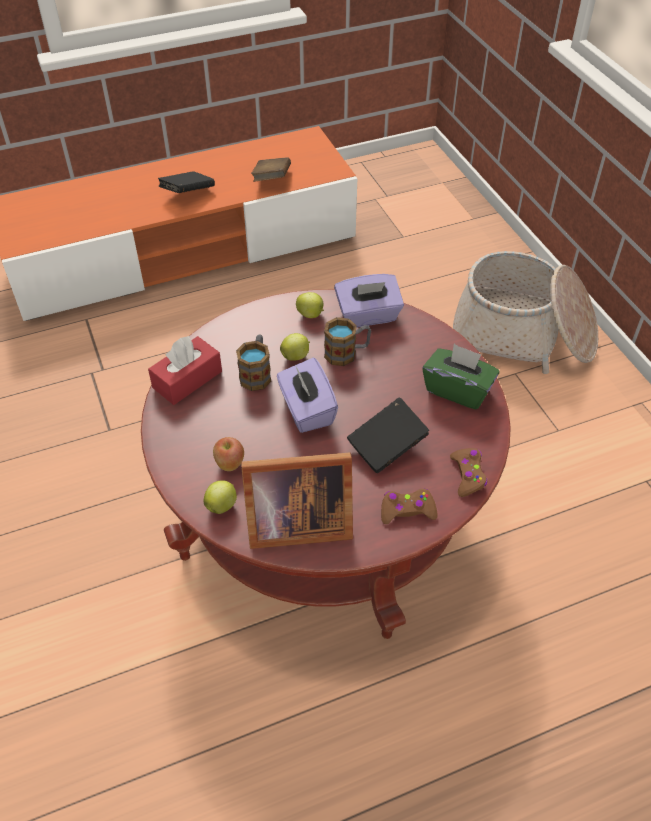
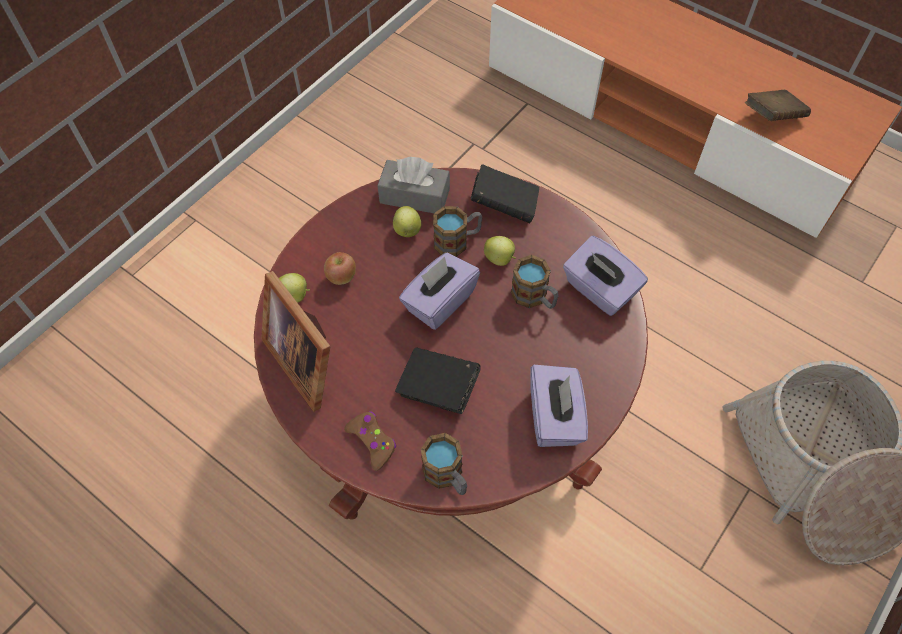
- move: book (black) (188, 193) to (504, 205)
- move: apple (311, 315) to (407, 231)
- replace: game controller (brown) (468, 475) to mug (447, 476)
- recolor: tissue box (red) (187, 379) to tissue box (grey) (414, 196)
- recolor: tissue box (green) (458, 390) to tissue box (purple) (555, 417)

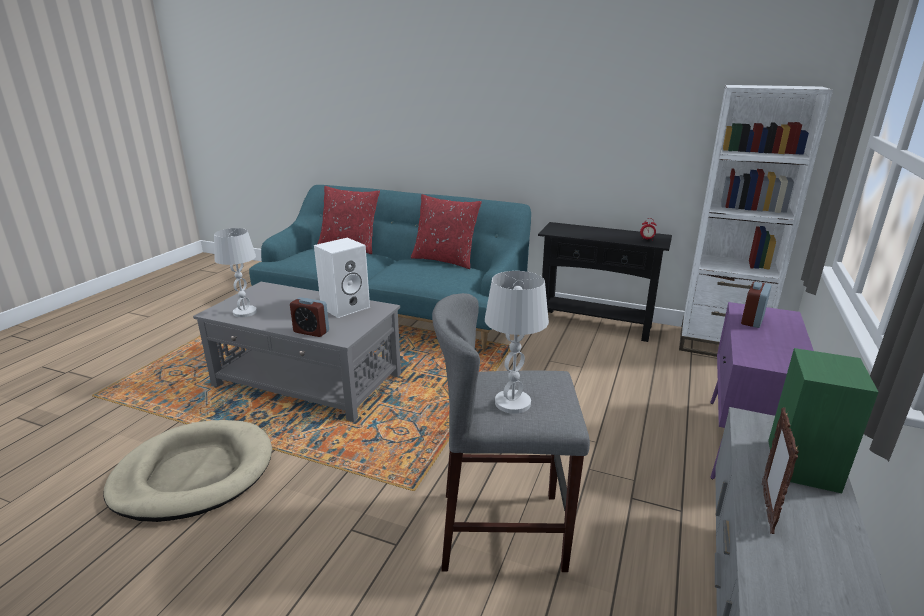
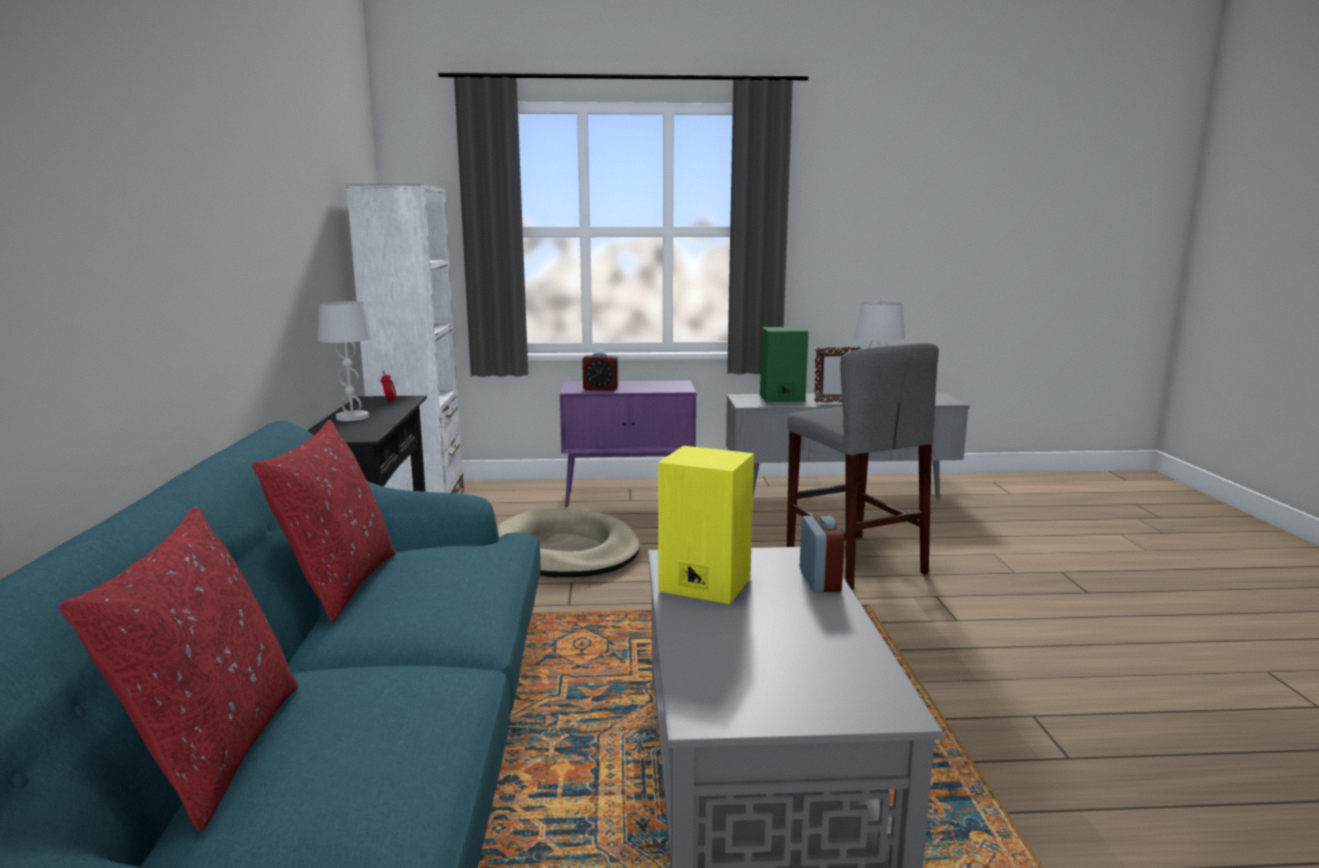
- move: dog bed (beige) (194, 474) to (565, 551)
- move: table lamp (white) (245, 312) to (353, 417)
- recolor: speaker (white) (346, 307) to speaker (yellow) (702, 584)

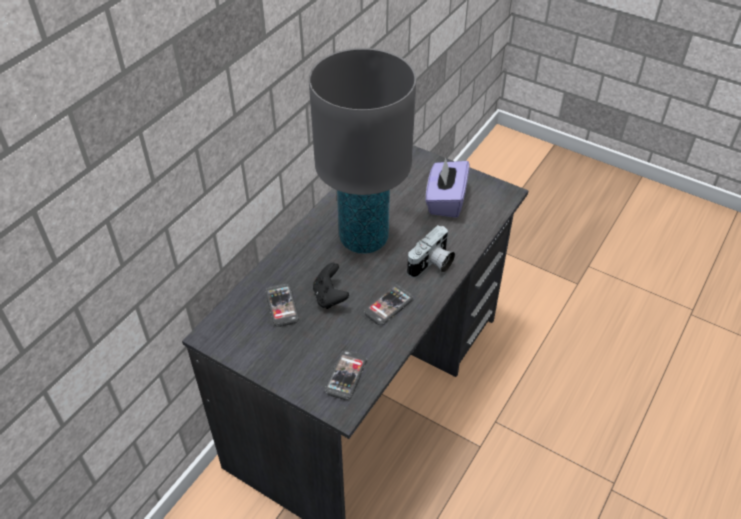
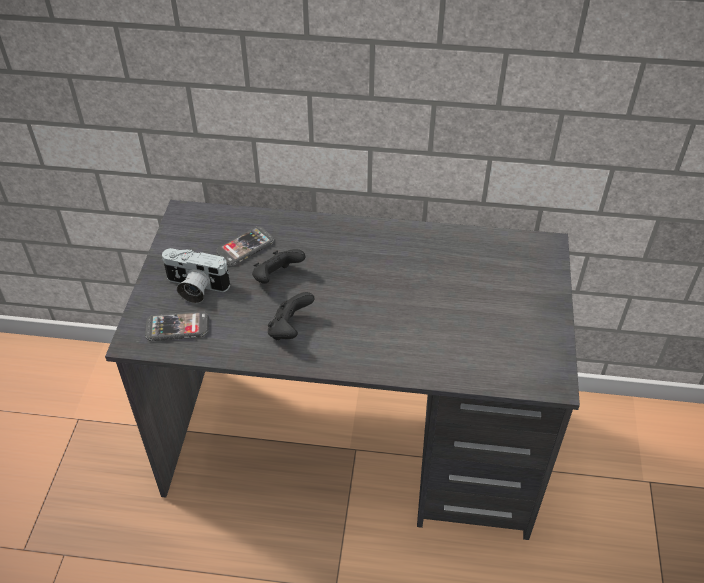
- delete: table lamp (grey) (363, 239)
- delete: tissue box (purple) (445, 201)
- move: photo camera (432, 265) to (195, 288)
- replace: phone (388, 306) to game controller (black) (290, 329)

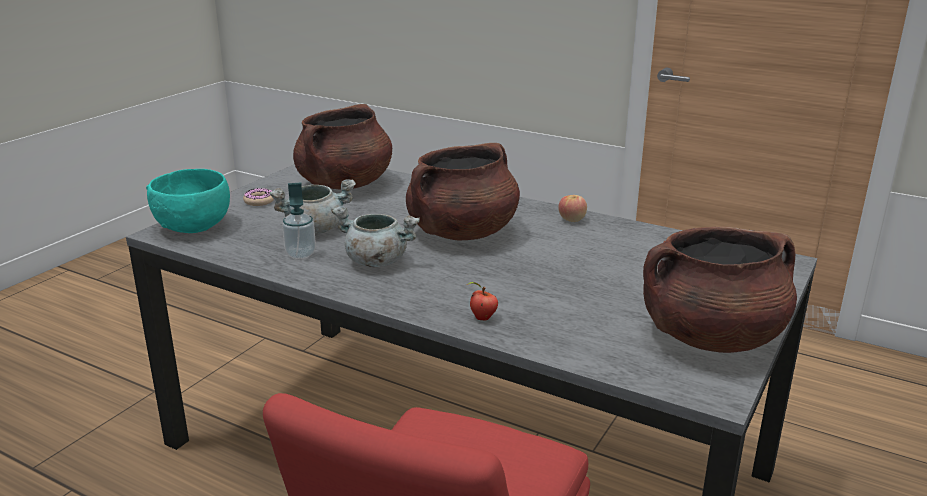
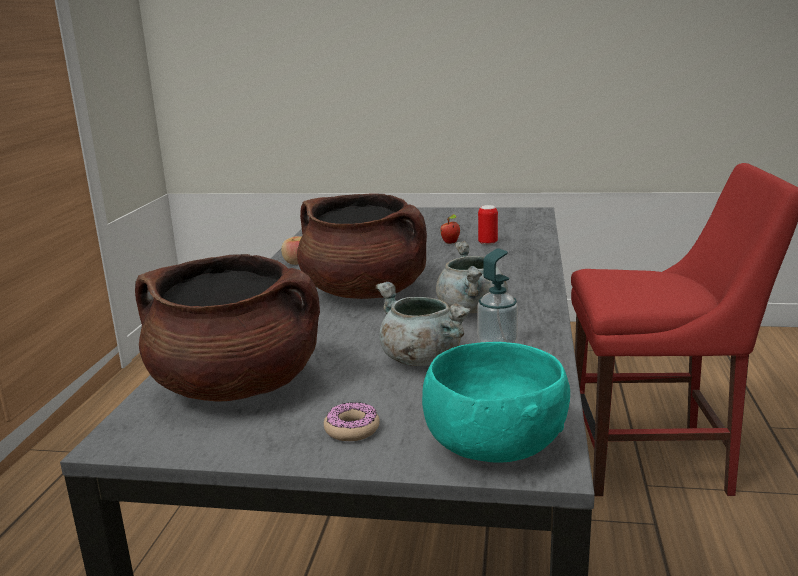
- delete: cooking pot (brown) (710, 337)
- insert: can (487, 243)
- move: apple (482, 318) to (451, 242)

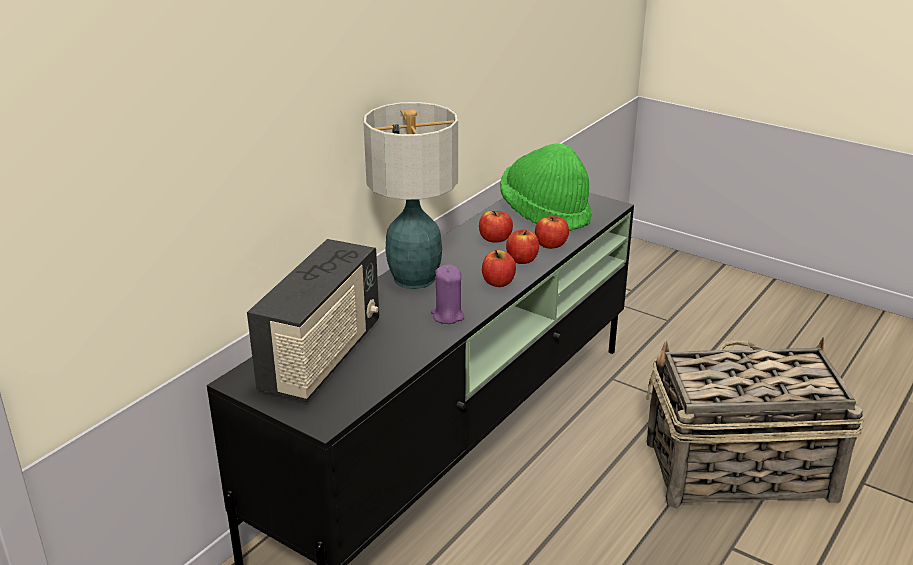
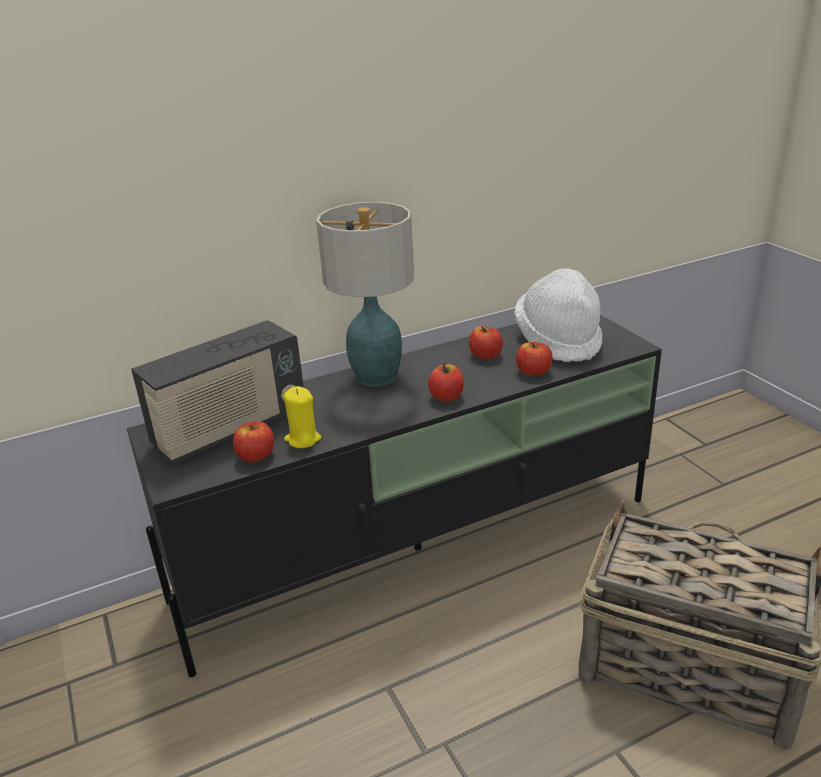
- delete: candle (purple) (447, 316)
- insert: candle (yellow) (303, 439)
- move: apple (522, 260) to (256, 456)
- recolor: hat (green) (545, 213) to hat (white) (558, 341)

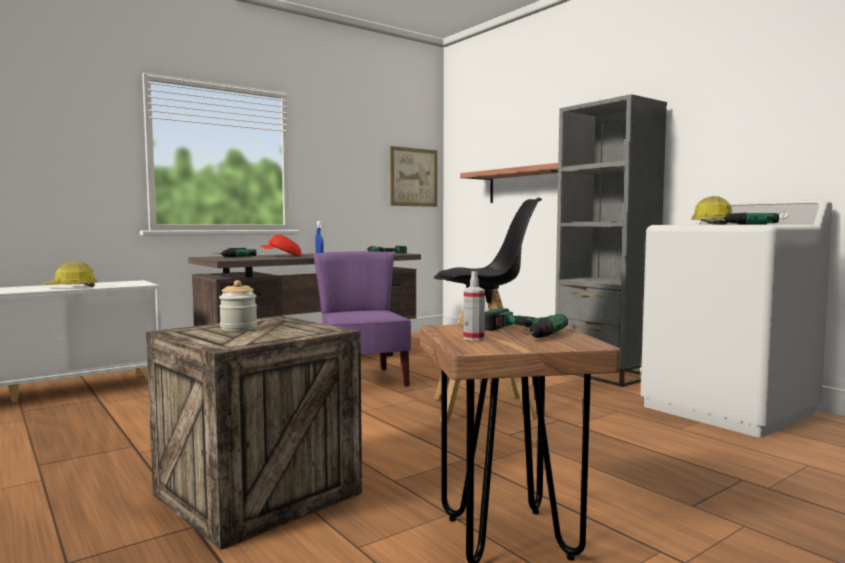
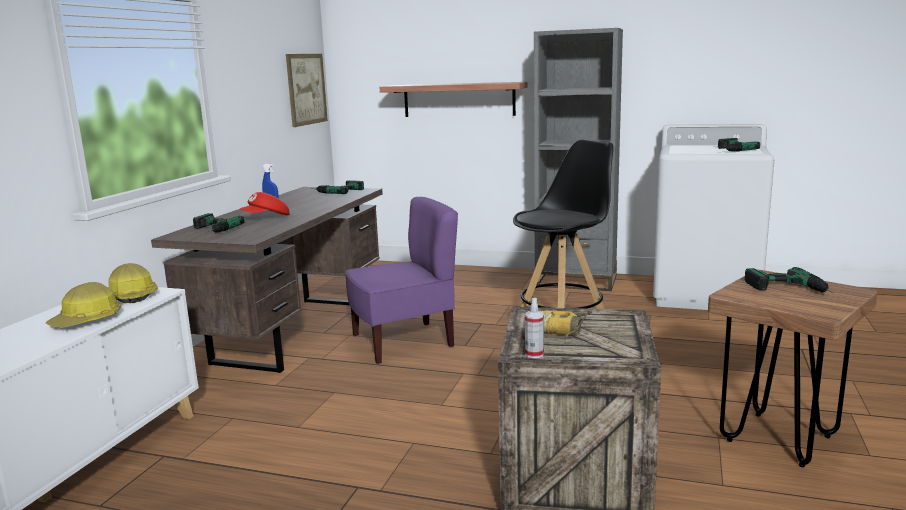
- move: spray bottle (474, 338) to (534, 354)
- move: hard hat (710, 224) to (131, 295)
- replace: jar (238, 328) to power drill (556, 334)
- rotate: chair (purple) (362, 380) = (403, 342) 120 degrees clockwise

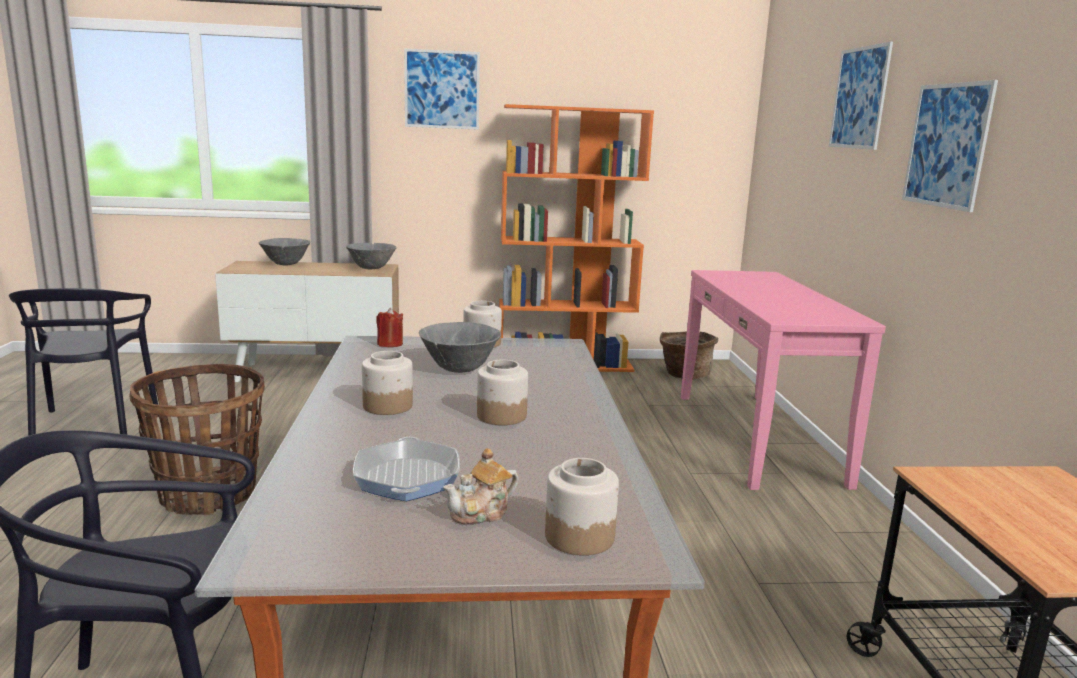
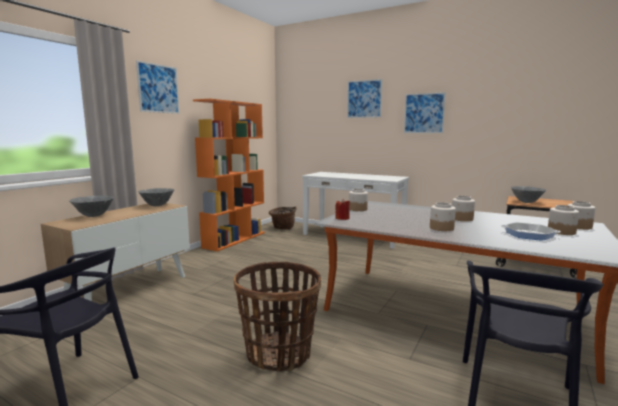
- move: bowl (grey) (459, 370) to (526, 202)
- replace: teapot (481, 513) to jar (561, 232)
- recolor: console table (pink) (757, 437) to console table (white) (353, 236)

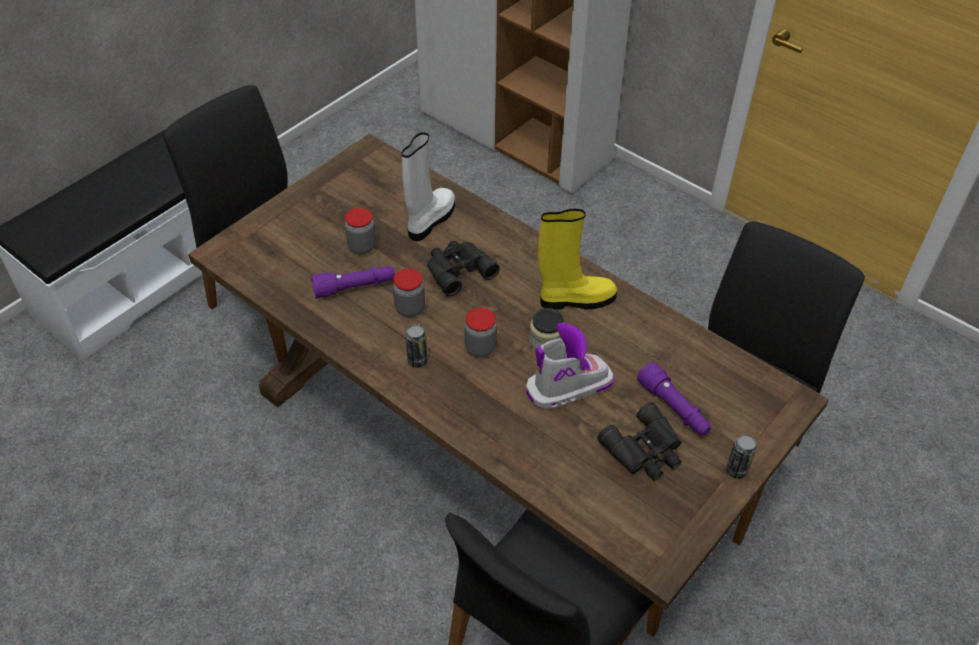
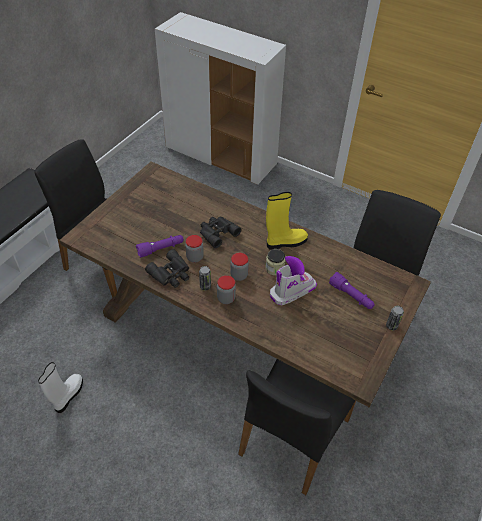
- move: jar (362, 247) to (226, 298)
- move: boot (white) (430, 220) to (68, 395)
- move: binoculars (black) (645, 450) to (171, 274)

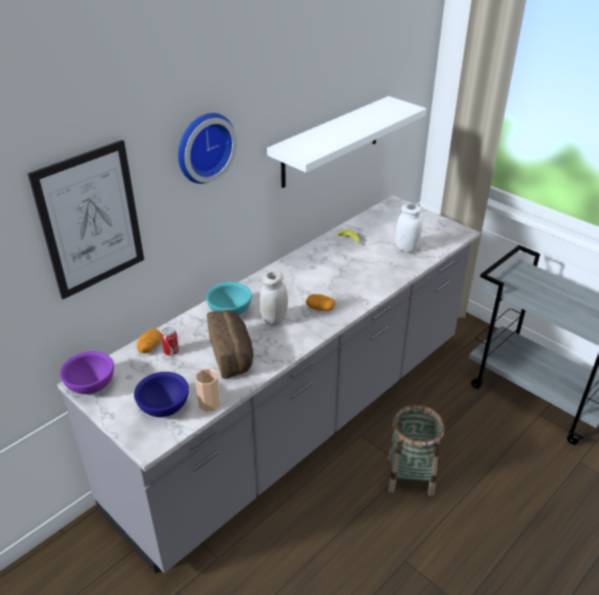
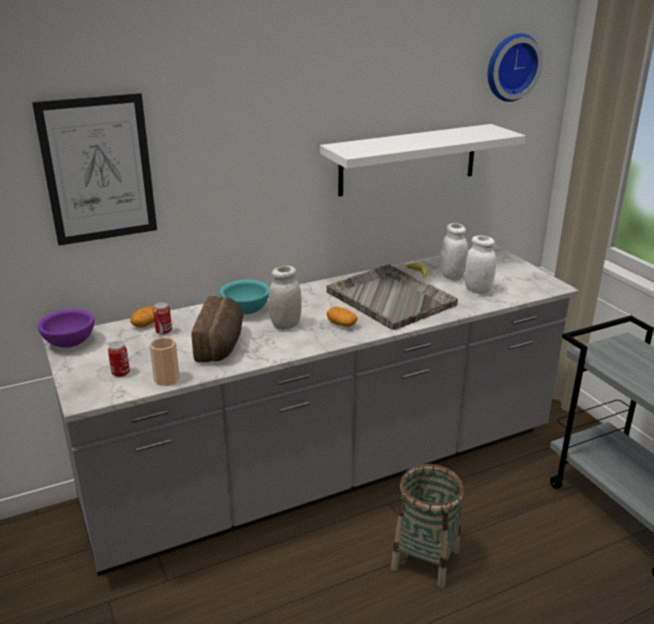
- insert: tray (grey) (389, 298)
- insert: jar (white) (452, 276)
- move: wall clock (203, 146) to (510, 67)
- replace: bowl (blue) (163, 407) to can (121, 373)

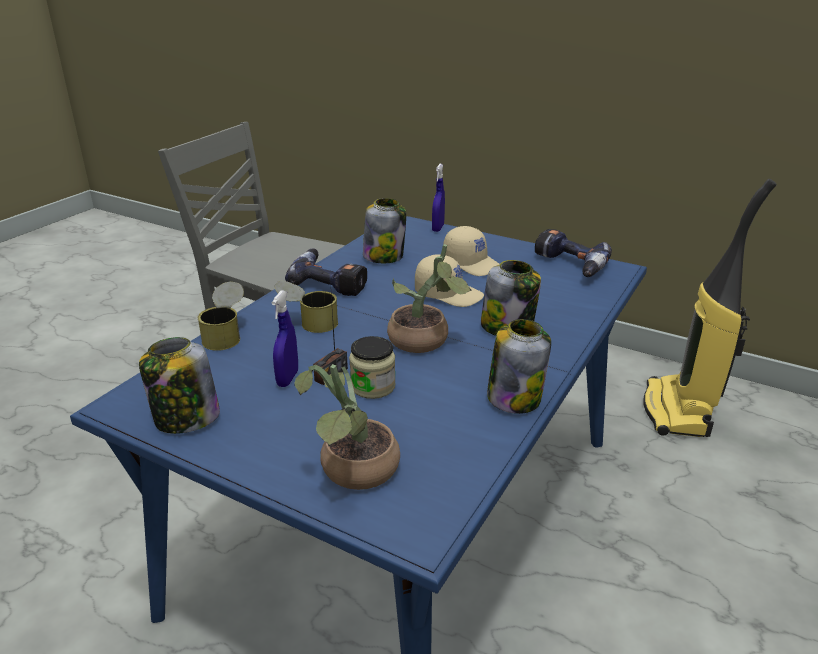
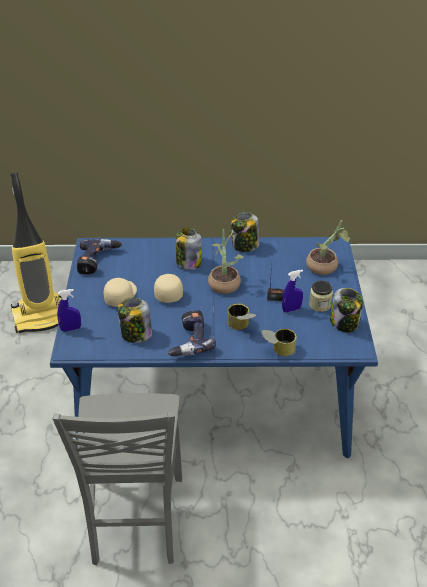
- move: jar (373, 386) to (320, 305)

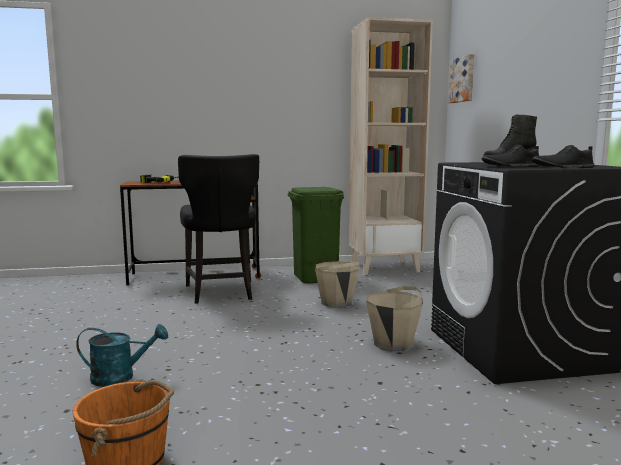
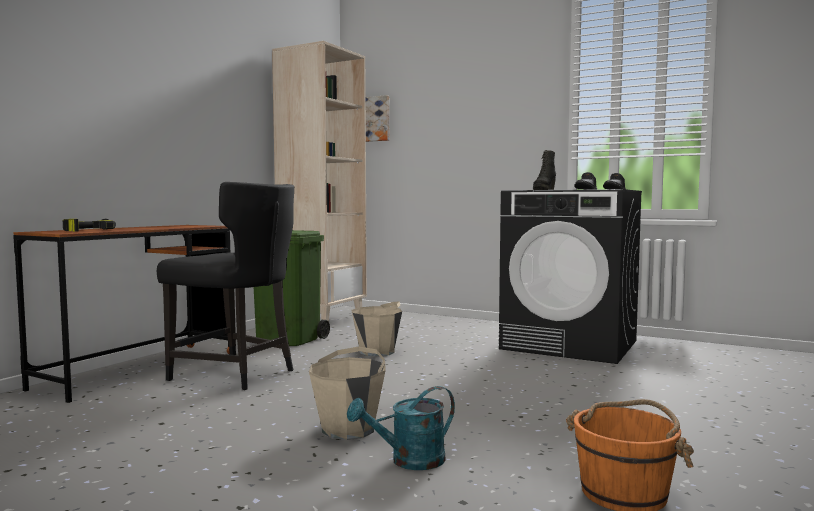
- move: bucket (beige) (393, 343) to (349, 429)
- rotate: watering can (turquoise) (121, 377) = (409, 461) 150 degrees counterclockwise

